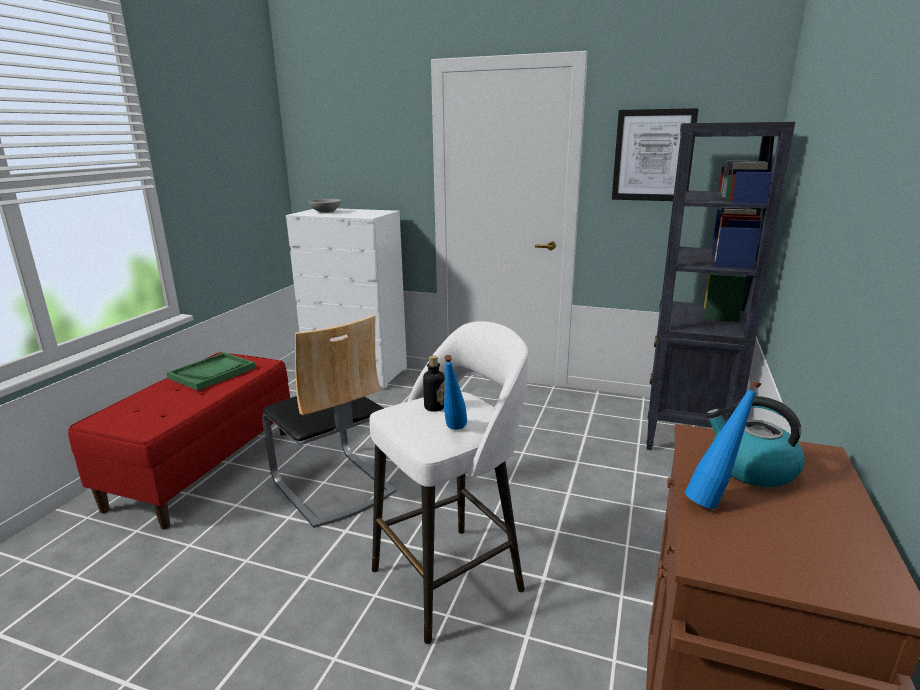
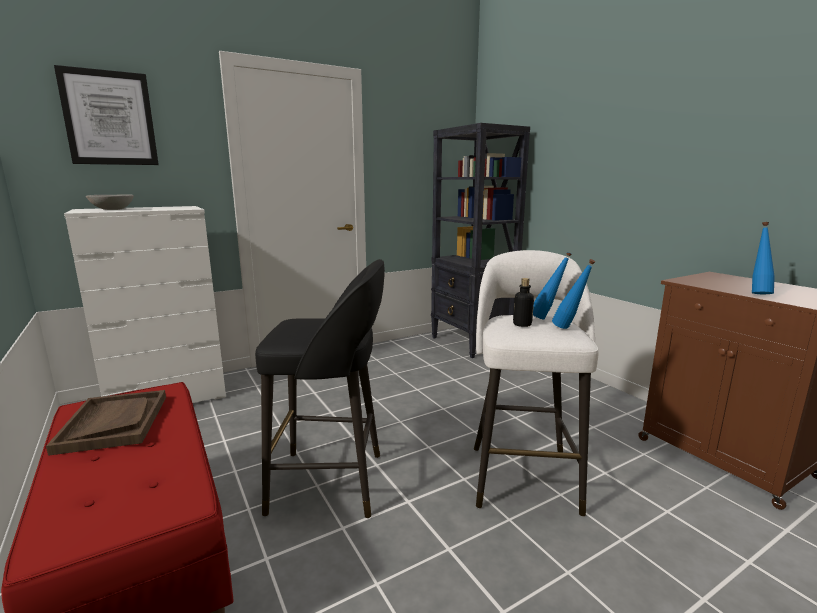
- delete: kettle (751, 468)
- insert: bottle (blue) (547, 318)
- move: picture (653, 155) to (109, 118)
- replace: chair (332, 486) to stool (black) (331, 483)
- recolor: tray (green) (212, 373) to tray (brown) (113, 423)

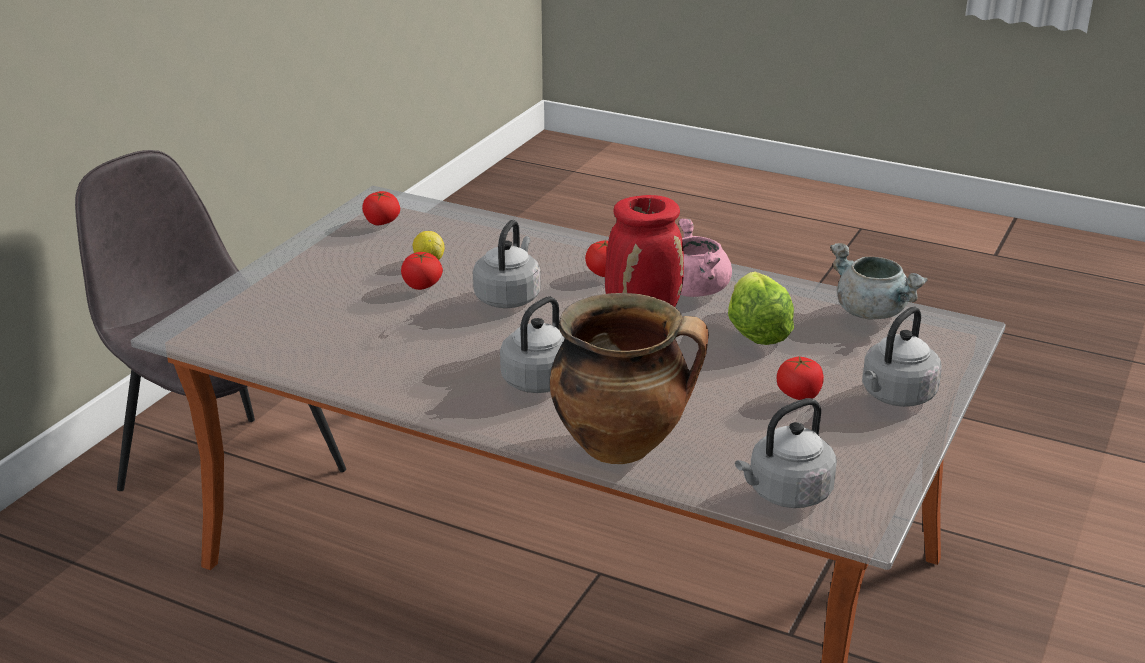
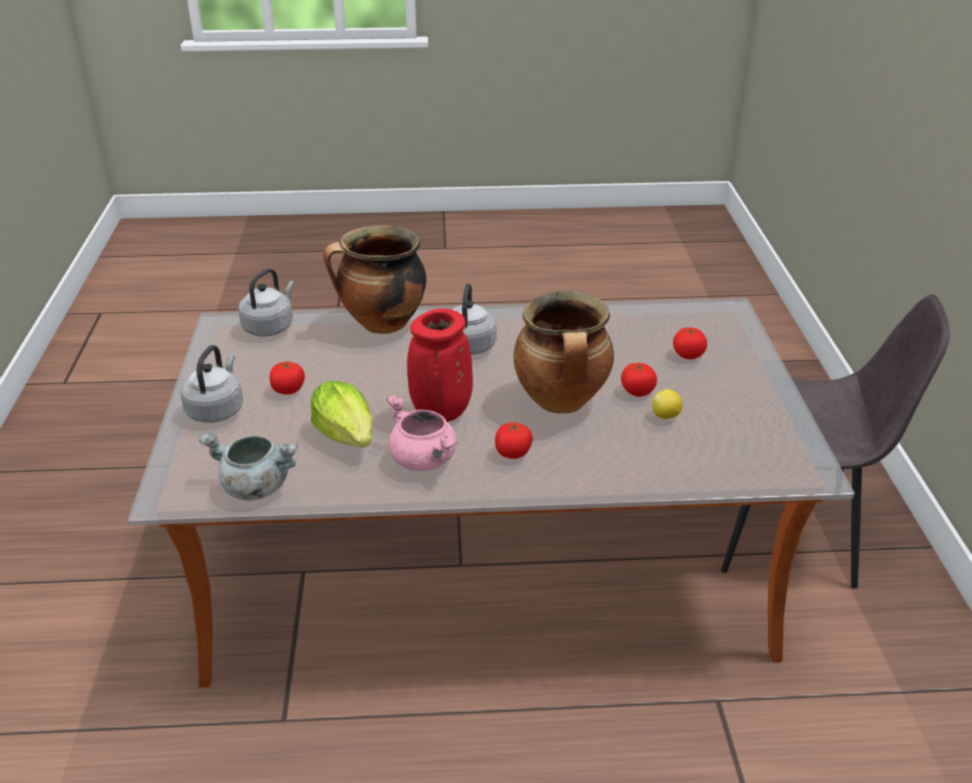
- move: tomato (381, 222) to (688, 355)
- replace: kettle (grey) (508, 297) to cooking pot (562, 402)

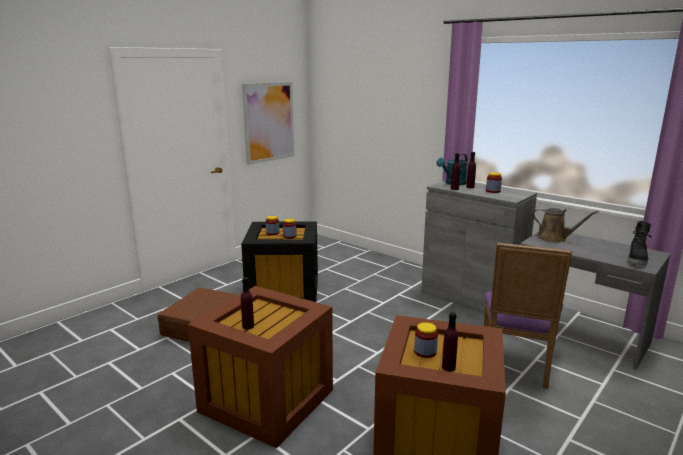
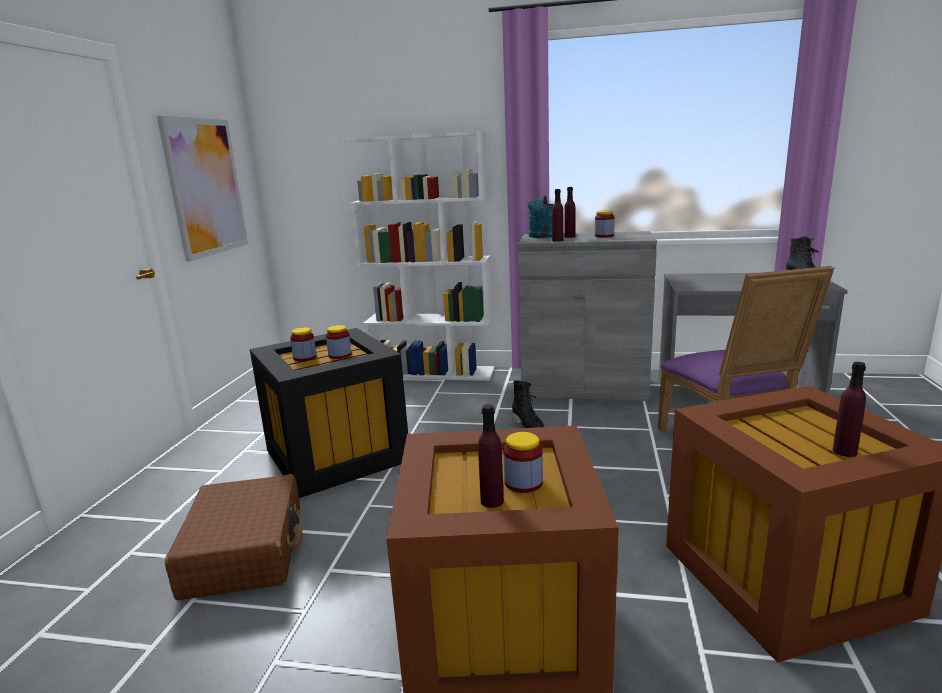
- delete: watering can (brown) (554, 238)
- insert: bookcase (white) (433, 372)
- insert: boot (black) (528, 427)
- move: jar (425, 352) to (523, 482)

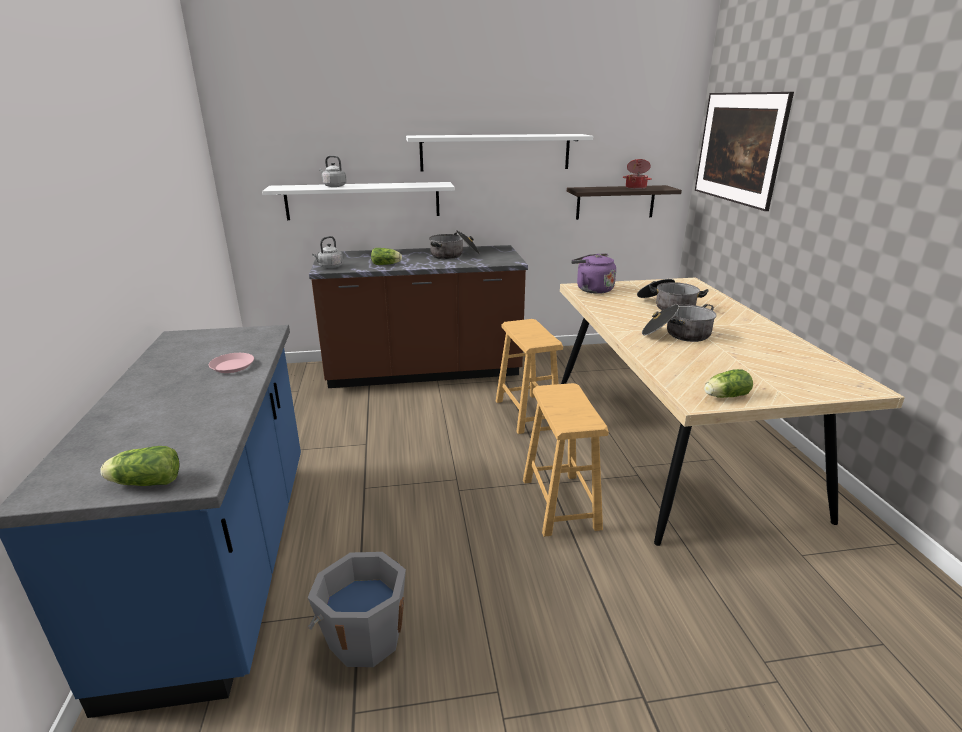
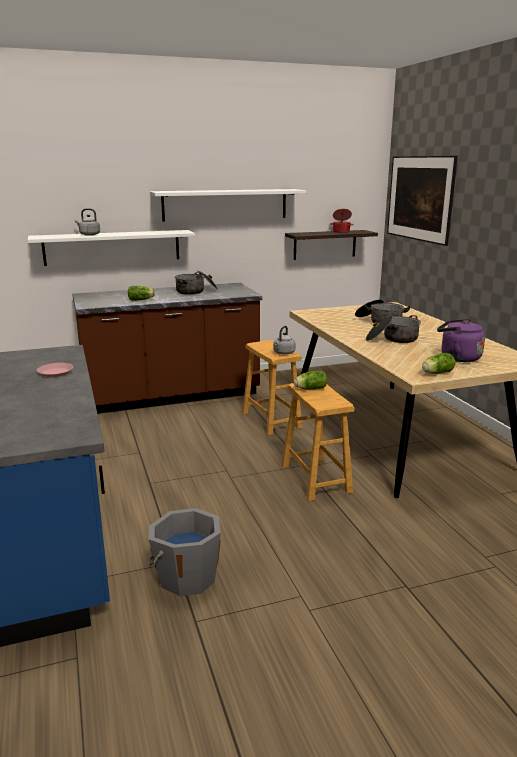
- move: lettuce (144, 482) to (309, 389)
- move: kettle (grey) (330, 267) to (283, 353)
- move: kettle (purple) (592, 289) to (457, 357)

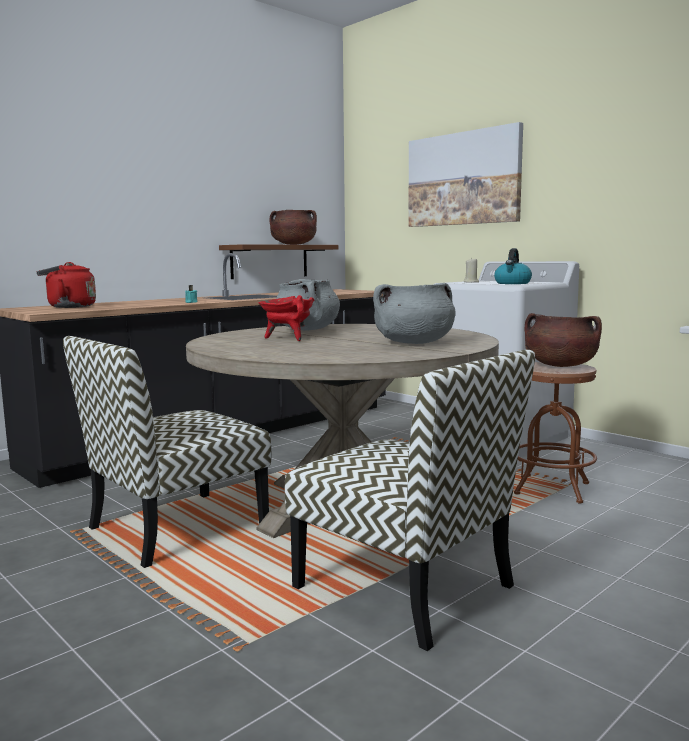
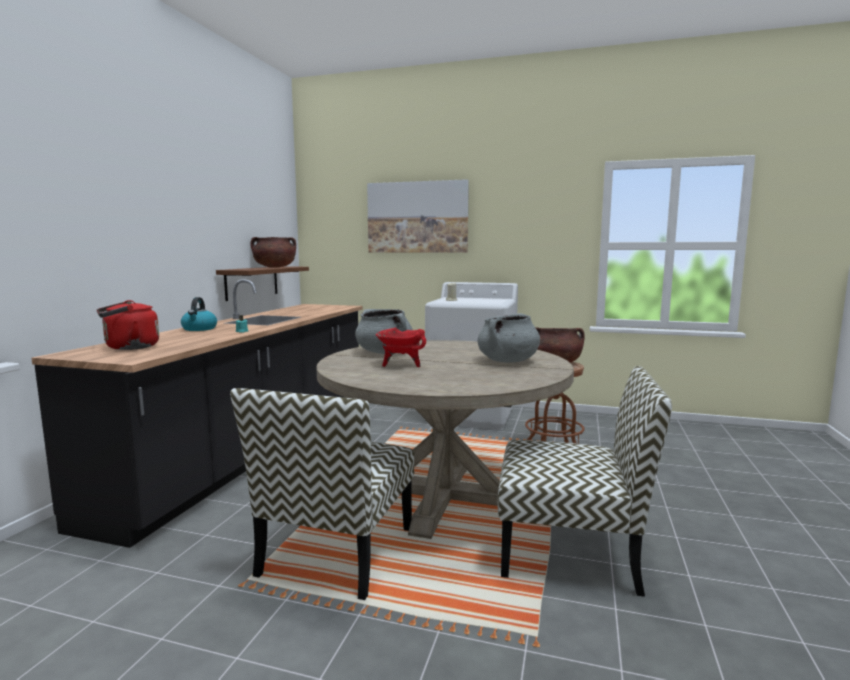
- move: kettle (512, 283) to (199, 329)

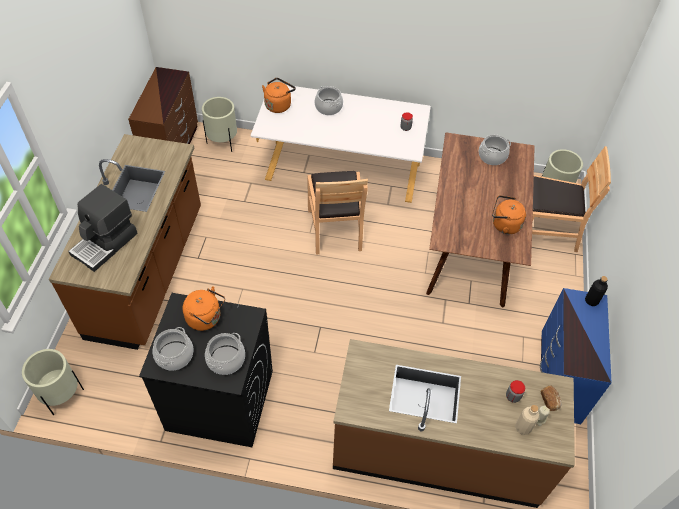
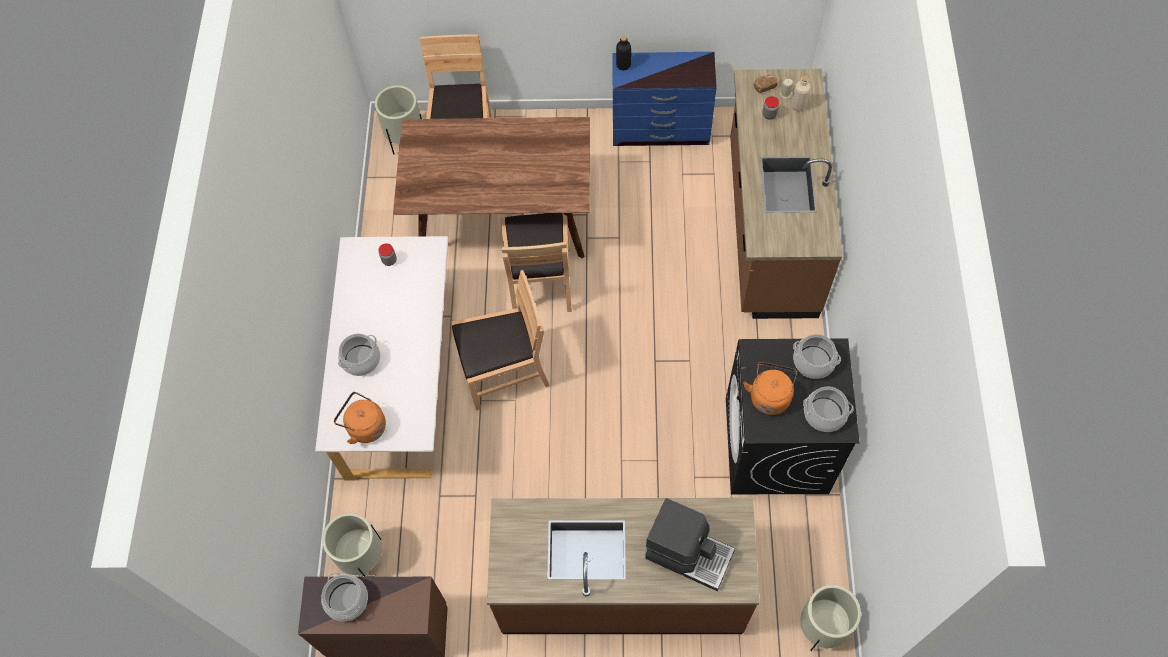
- delete: kettle (orange) (504, 225)
- insert: chair (brown) (540, 281)
- move: cooking pot (492, 156) to (347, 600)

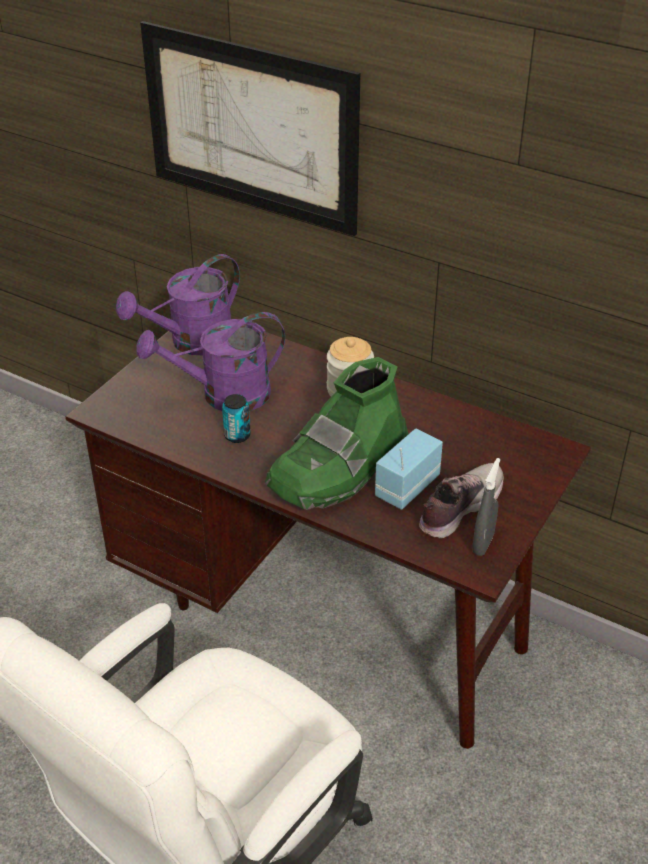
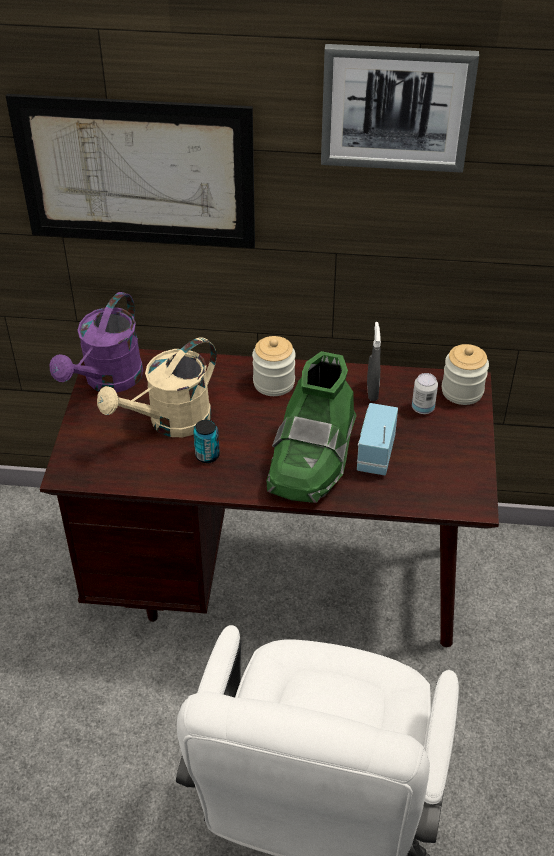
- delete: shoe (458, 508)
- insert: picture (396, 107)
- insert: can (422, 408)
- insert: jar (462, 391)
- move: spray bottle (grey) (483, 544) to (372, 391)
- recolor: watering can (purple) (223, 396) to watering can (beige) (170, 422)

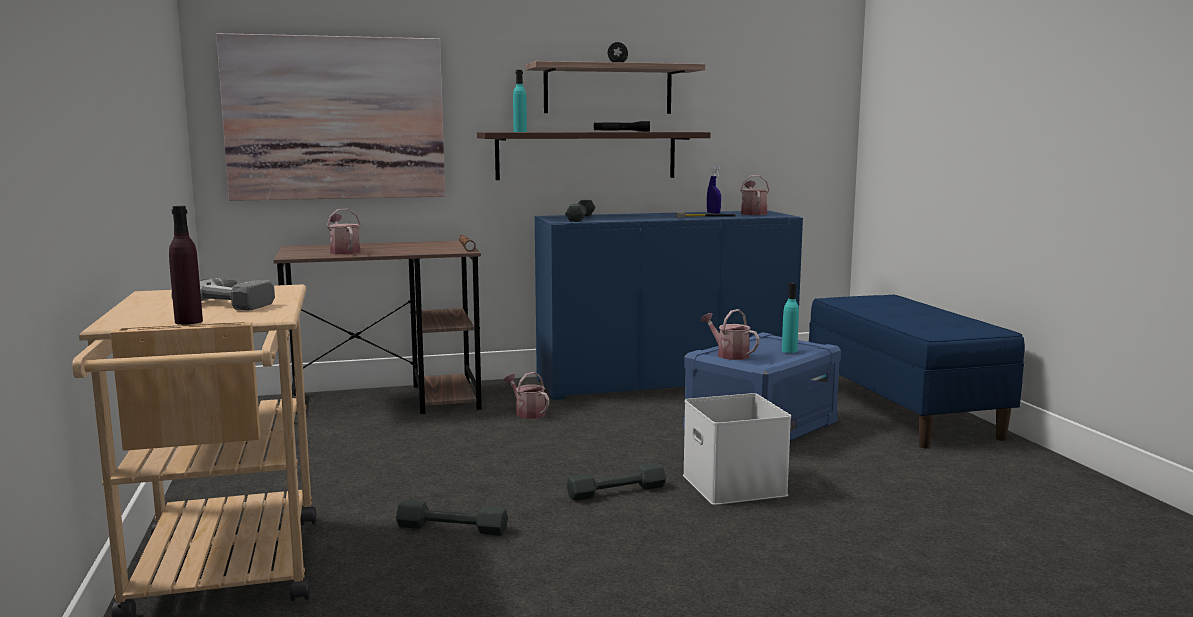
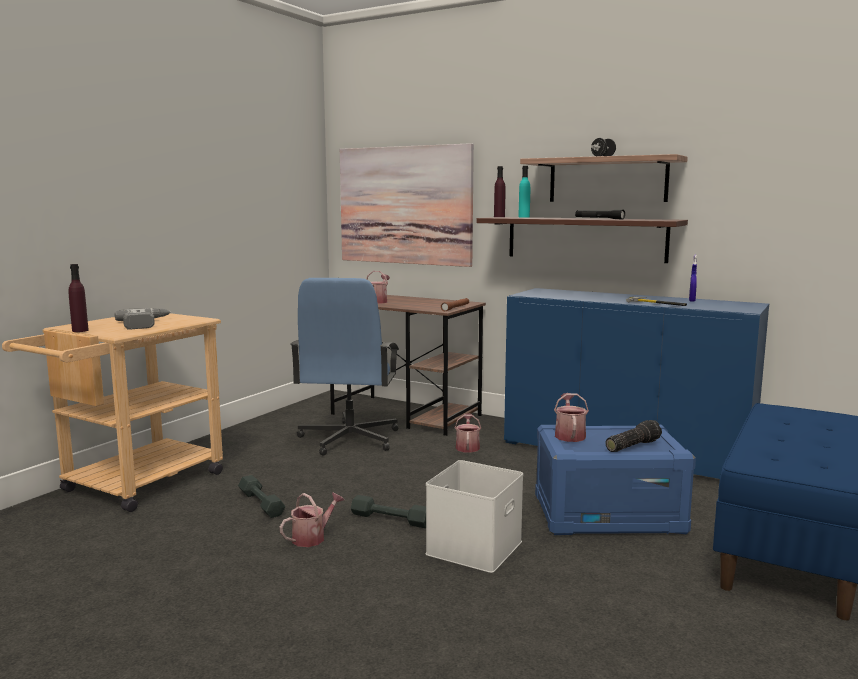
- delete: dumbbell (grey) (580, 218)
- insert: office chair (blue) (348, 439)
- insert: bottle (purple) (499, 217)
- move: watering can (753, 213) to (312, 537)
- replace: bottle (turquoise) (789, 351) to flashlight (632, 445)

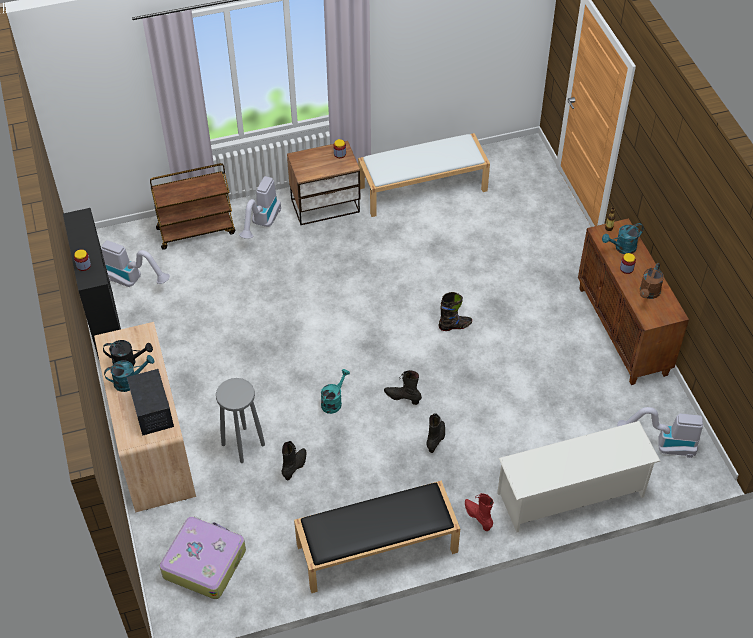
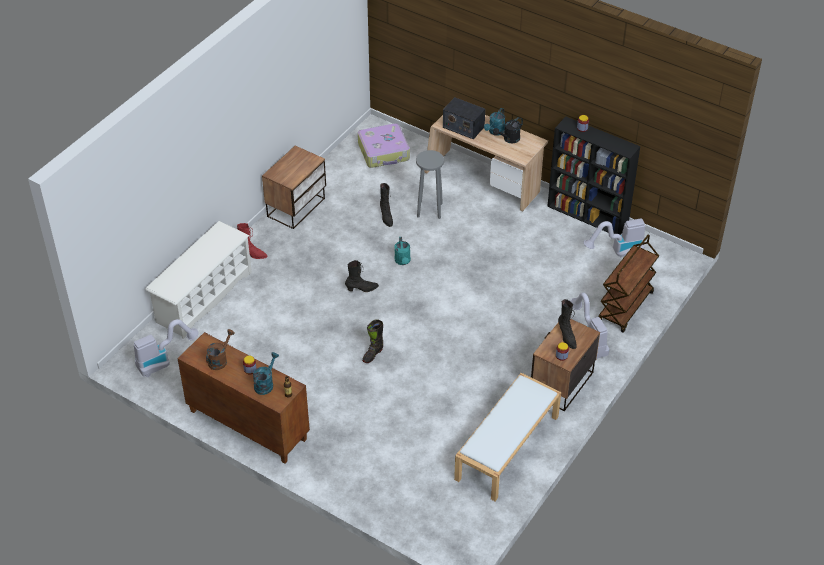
- move: boot (black) (436, 439) to (566, 337)
- replace: bench (black) (376, 549) to nightstand (297, 207)
- rotate: watering can (brown) (648, 293) = (220, 360) 45 degrees clockwise

